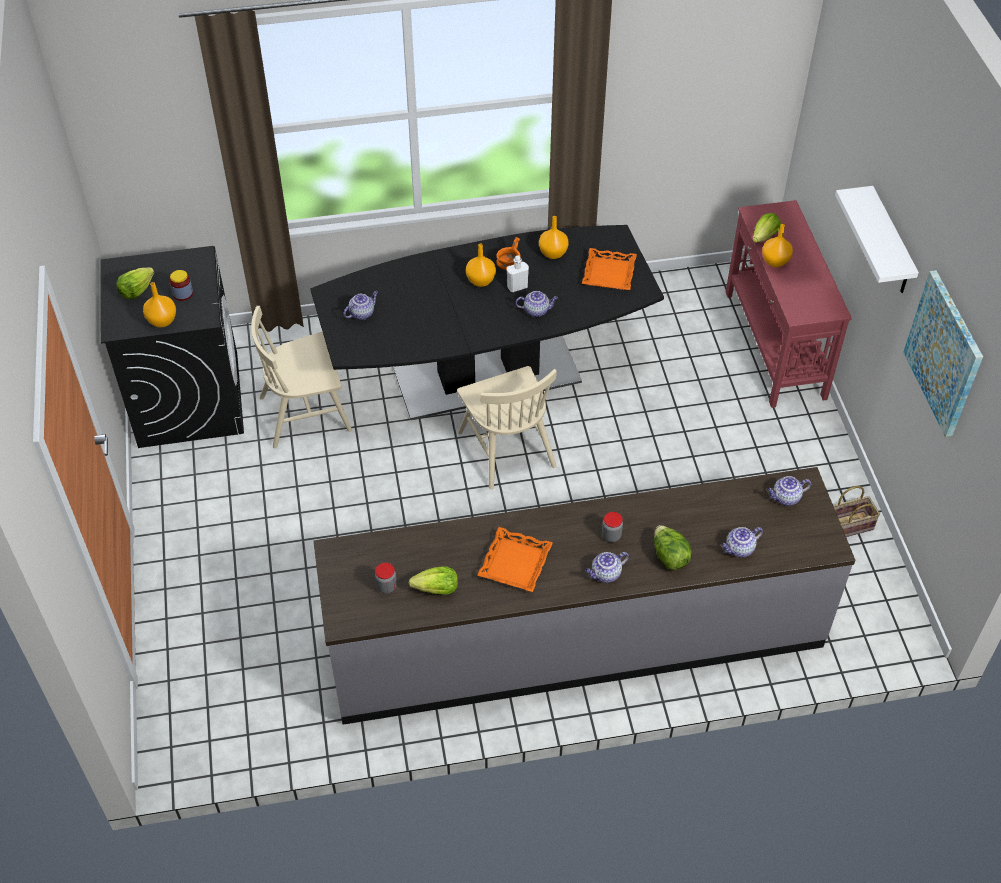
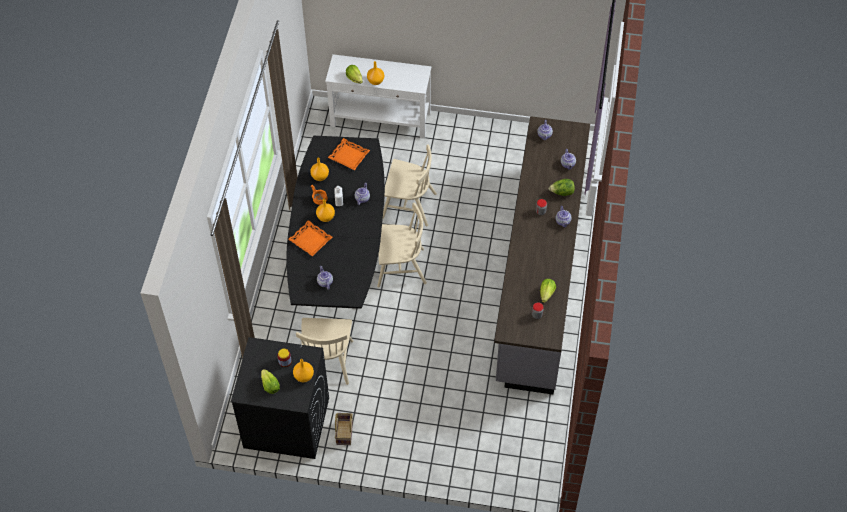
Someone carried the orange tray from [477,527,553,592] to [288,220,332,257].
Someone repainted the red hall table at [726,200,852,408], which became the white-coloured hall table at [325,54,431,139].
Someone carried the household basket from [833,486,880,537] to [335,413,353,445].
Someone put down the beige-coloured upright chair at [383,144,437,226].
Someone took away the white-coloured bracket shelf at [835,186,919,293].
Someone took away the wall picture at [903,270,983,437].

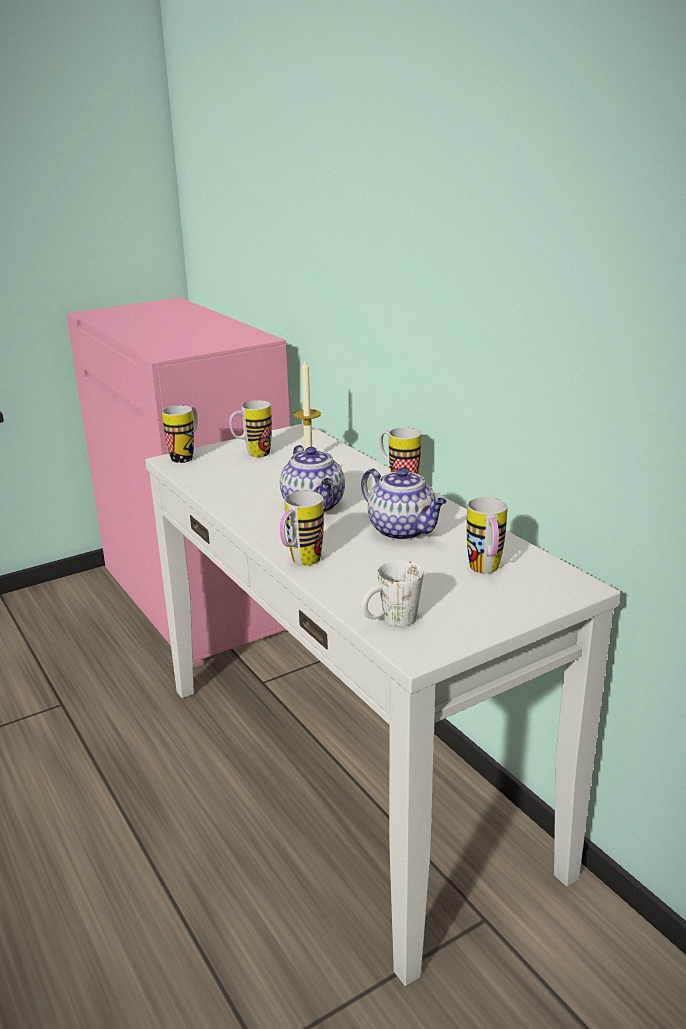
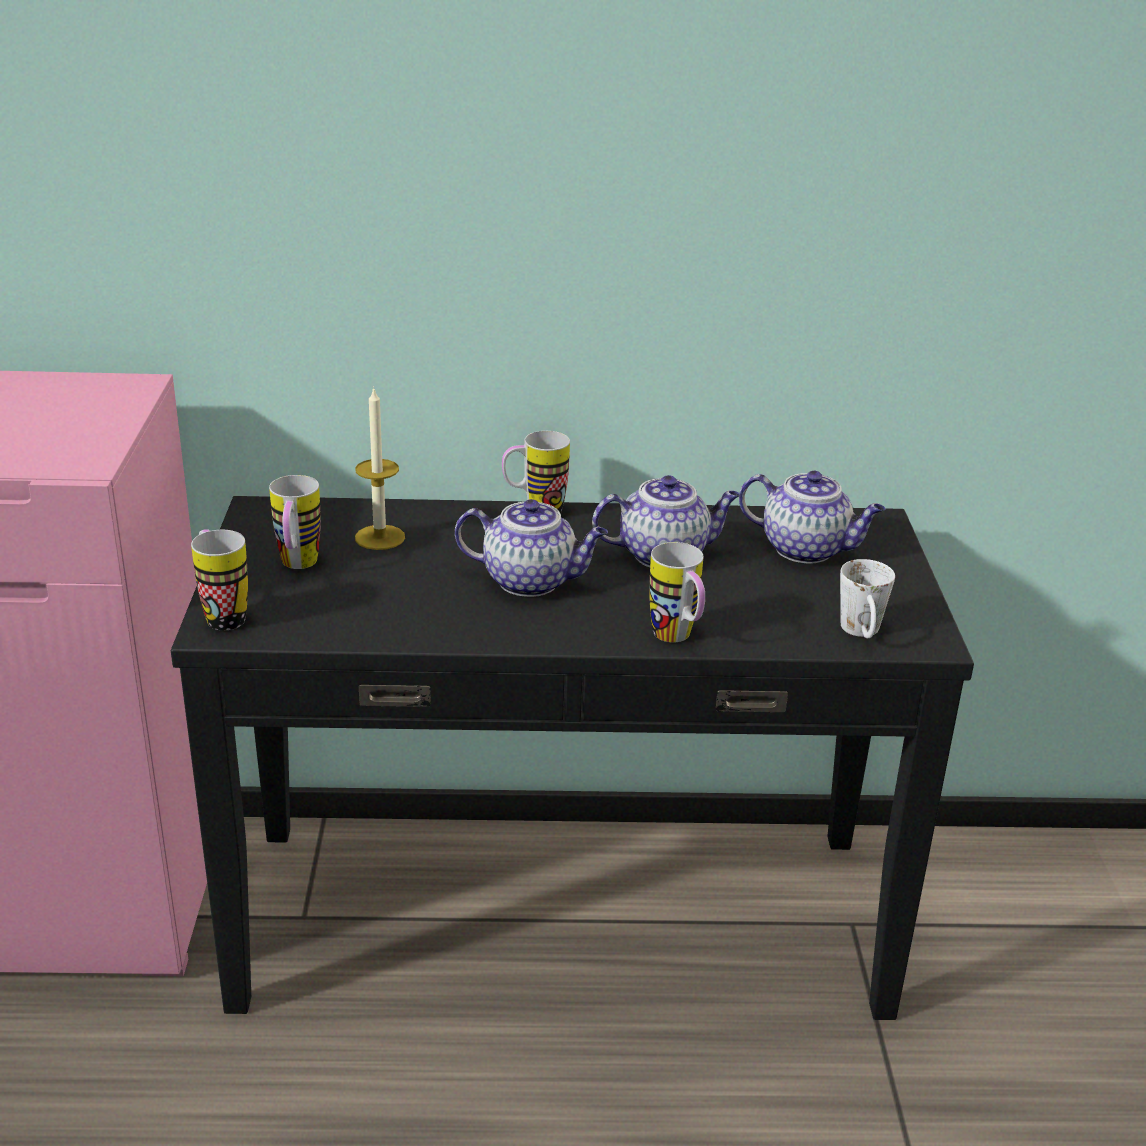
Someone repainted the white-coloured hall table at [145,424,621,986], which became the blackish hall table at [171,496,974,1020].
Someone swapped the coffee mug at [467,497,508,574] for the teapot at [739,471,885,564].

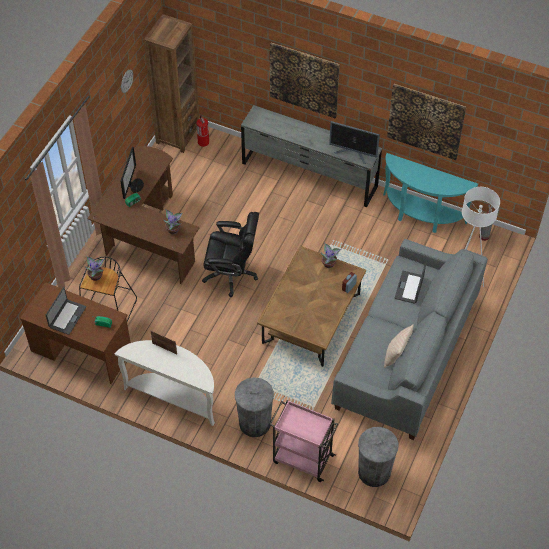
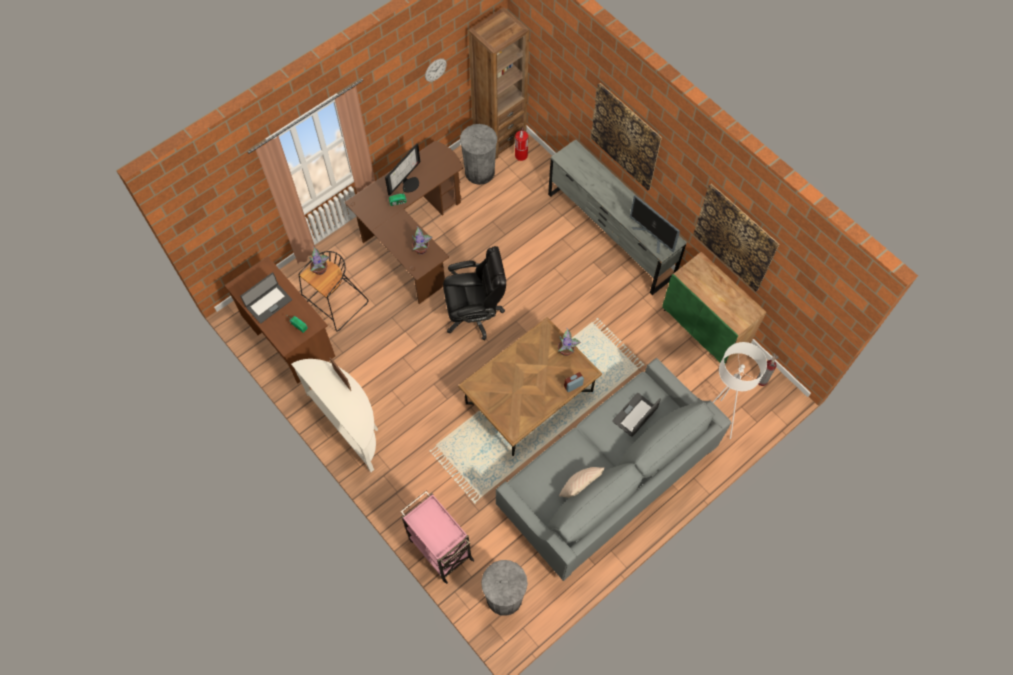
Someone rotated the blackish office chair at [202,212,259,297] by 45 degrees counterclockwise.
Someone carried the greyish trash can from [235,377,274,437] to [460,124,497,185].
Someone swapped the turquoise-coloured hall table at [383,153,478,233] for the green-coloured cabinet at [662,252,766,365].

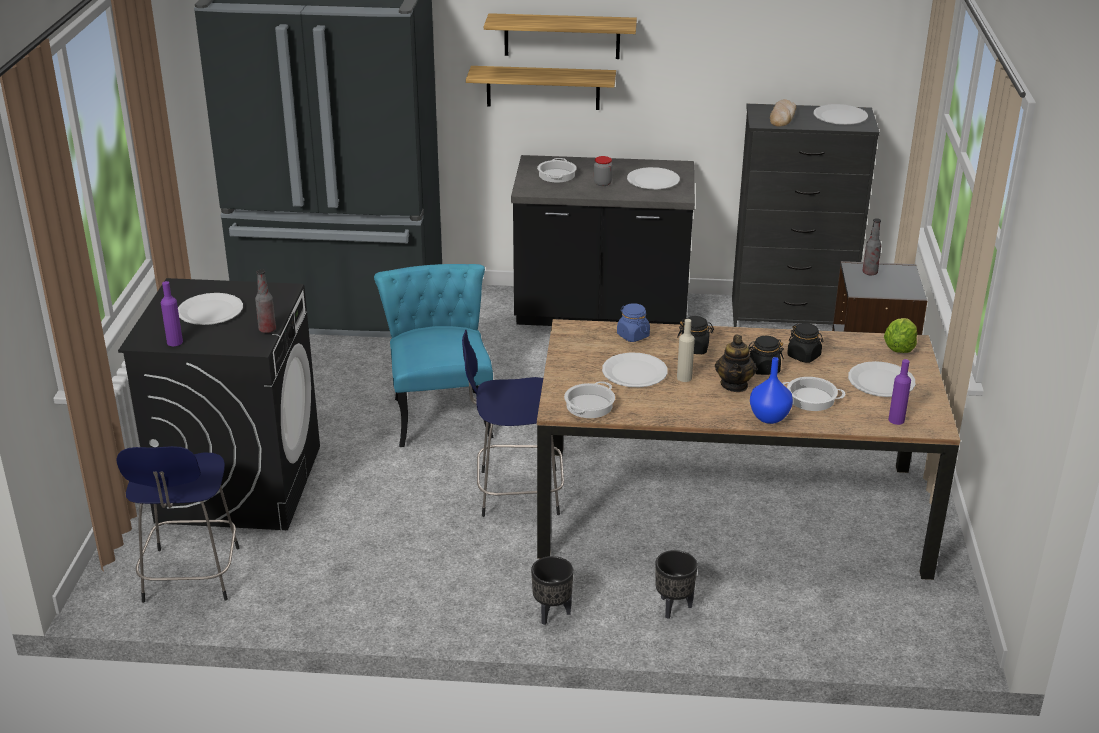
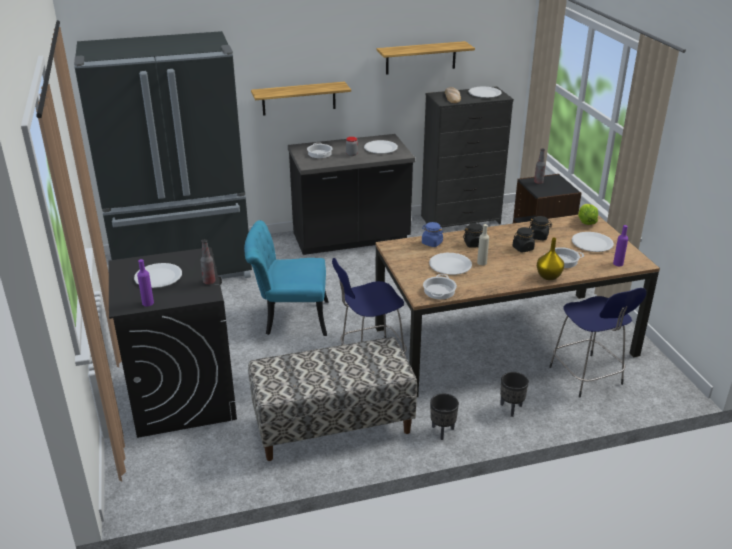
Someone rotated the turquoise-coloured upright chair at [374,264,494,447] by 60 degrees counterclockwise.
Someone put down the indoor bench at [248,337,417,461].
Someone carried the bracket shelf from [484,13,637,59] to [377,41,475,75].
Someone repainted the bluish flower vase at [750,357,793,424], which became the yellow flower vase at [537,238,564,280].
Someone carried the bluish sitting stool from [116,446,239,603] to [549,288,647,397].
Someone took away the teapot at [715,335,757,392].

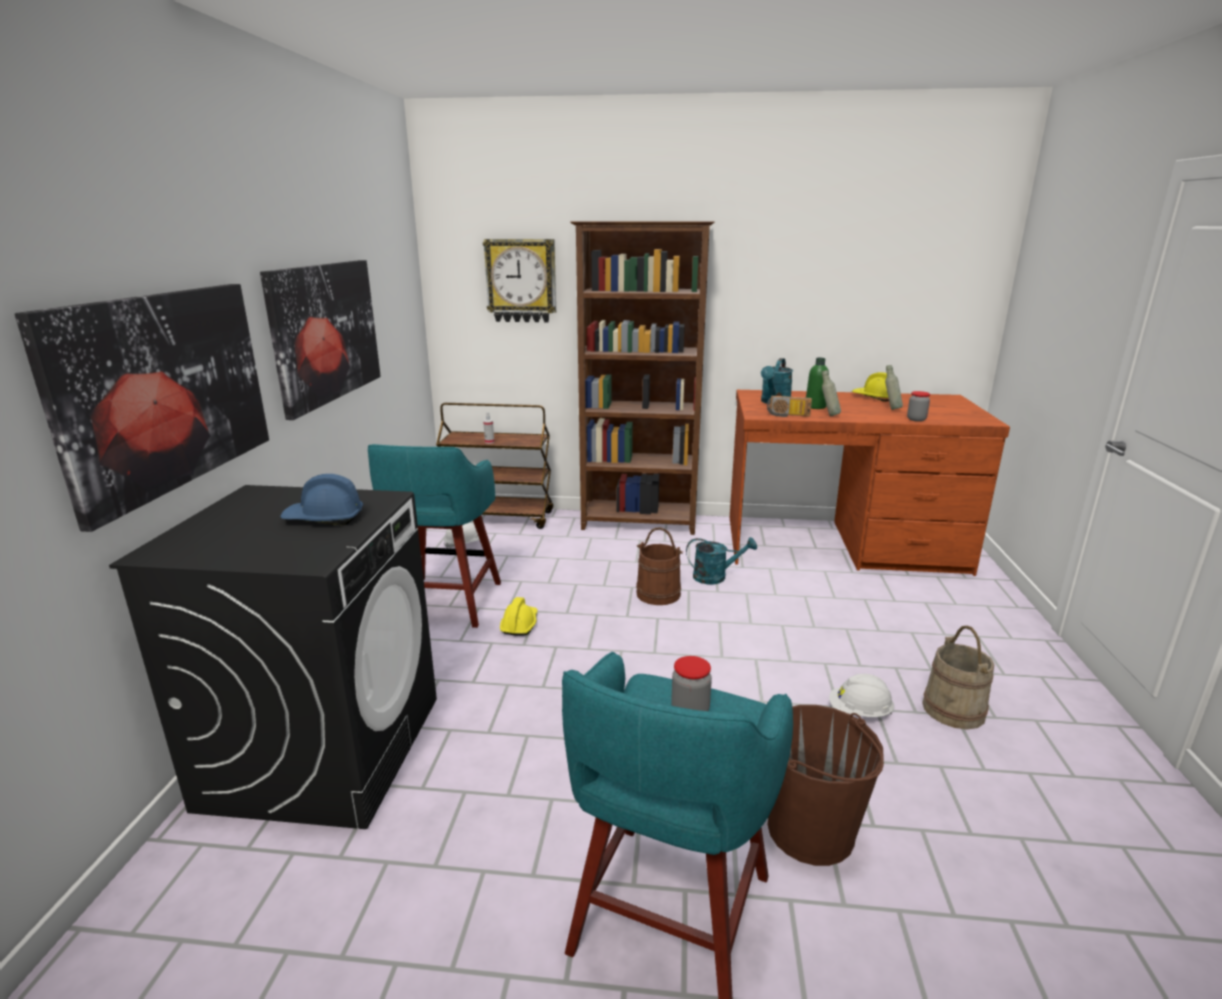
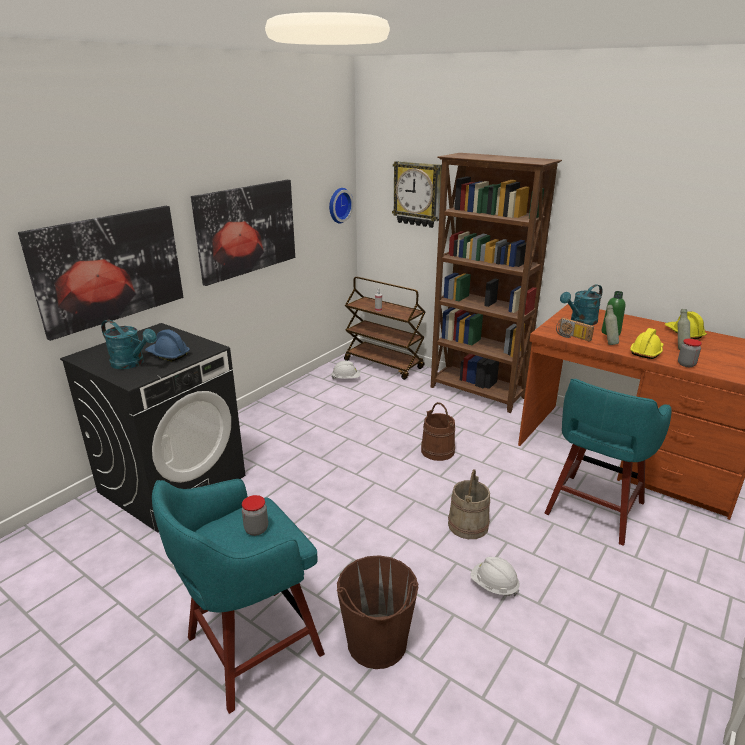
Someone carried the turquoise-coloured watering can from [686,537,757,584] to [101,320,157,369].
Someone put up the wall clock at [329,188,353,224].
Someone carried the beige-coloured pail from [922,626,995,730] to [448,469,490,539].
Someone carried the turquoise-coloured sitting stool from [368,444,501,628] to [545,379,672,546].
Someone carried the yellow work helmet from [500,597,537,636] to [630,328,664,359].

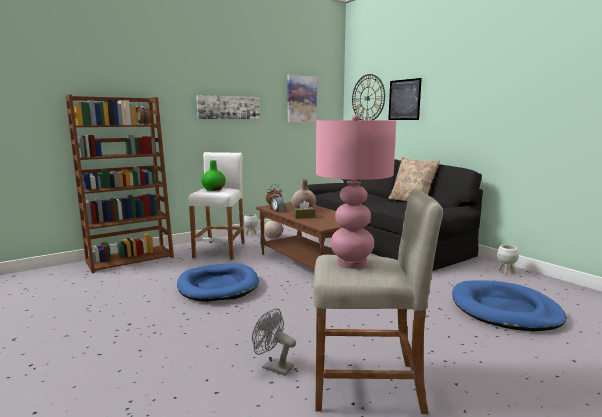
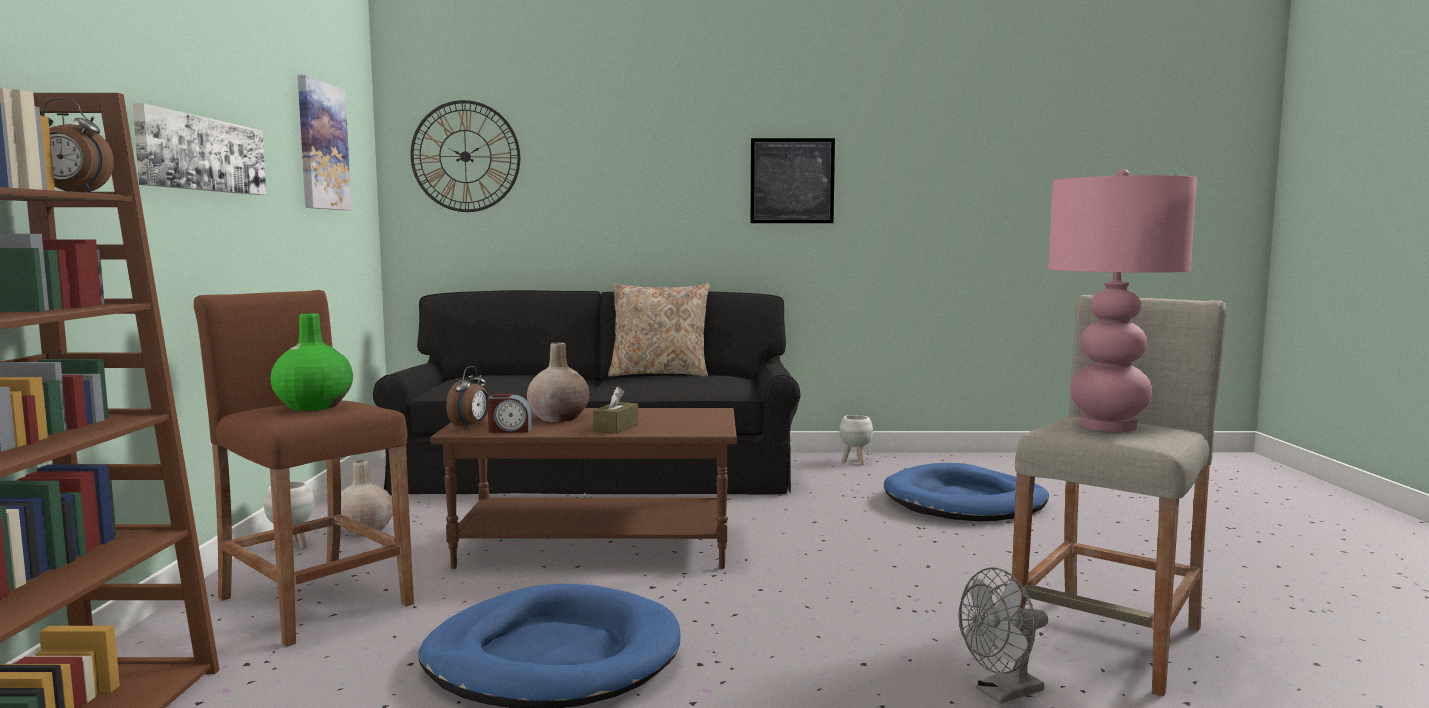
Someone repainted the white-coloured sitting stool at [188,152,245,260], which became the brownish sitting stool at [194,290,414,647].
Someone carried the wall picture from [388,78,422,120] to [750,138,835,223].

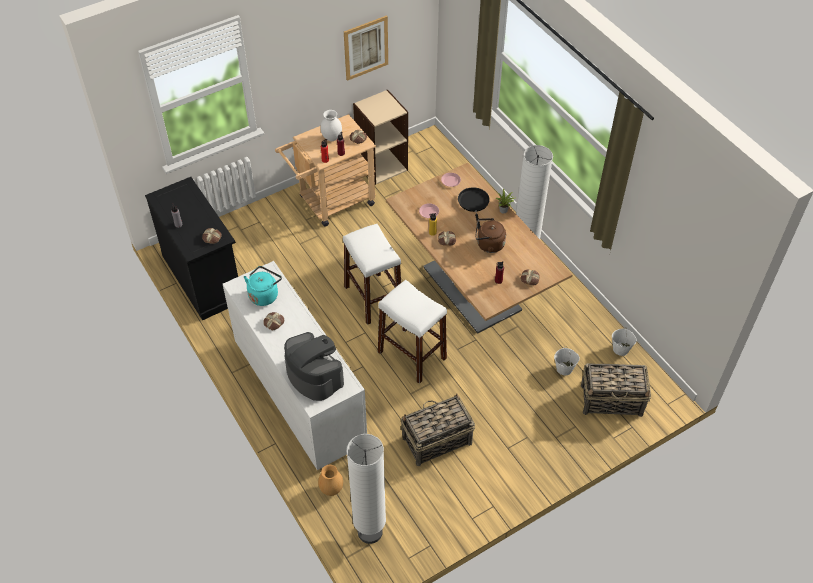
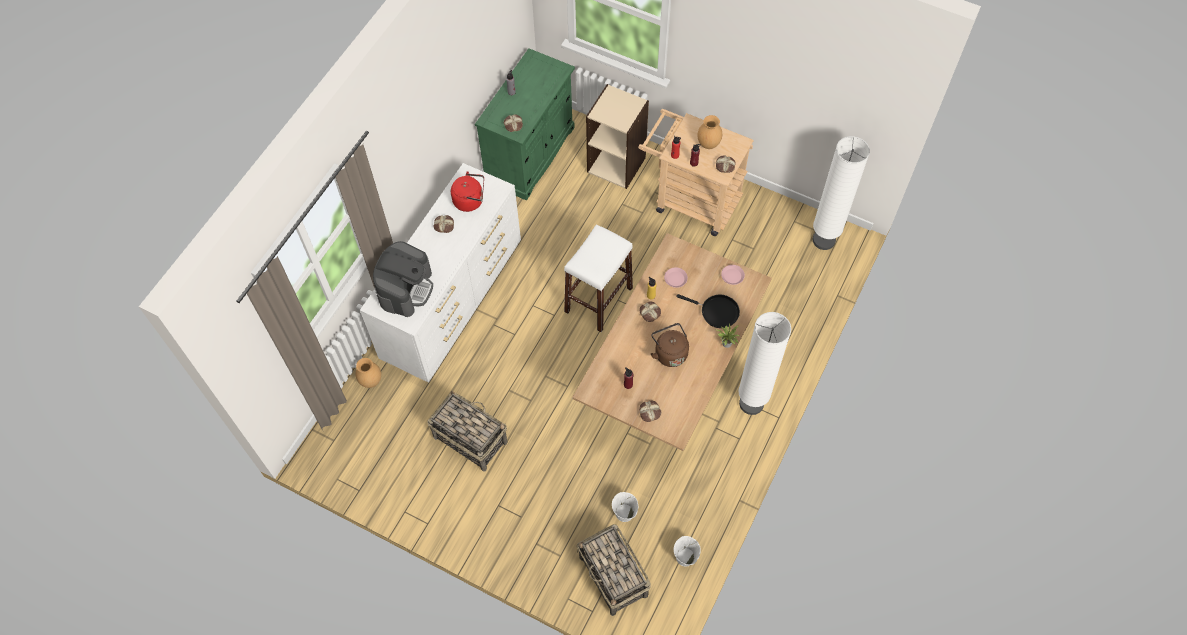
Someone repainted the turquoise-coloured water kettle at [244,266,282,306], which became the red water kettle at [451,171,484,212].
Someone repainted the blackish cabinet at [145,177,238,320], which became the green-coloured cabinet at [475,48,575,200].
Someone carried the beige-coloured shelving unit from [353,90,408,185] to [586,84,649,189].
Someone rotated the blackish pan at [458,187,490,229] by 60 degrees clockwise.
Someone repainted the white-coloured flower vase at [321,110,342,141], which became the brownish flower vase at [697,115,722,149].
Someone carried the white-coloured standing lamp from [347,434,386,544] to [813,136,870,250].
Someone took away the wall picture at [344,15,388,81].
Someone took away the white-coloured sitting stool at [378,280,447,384].

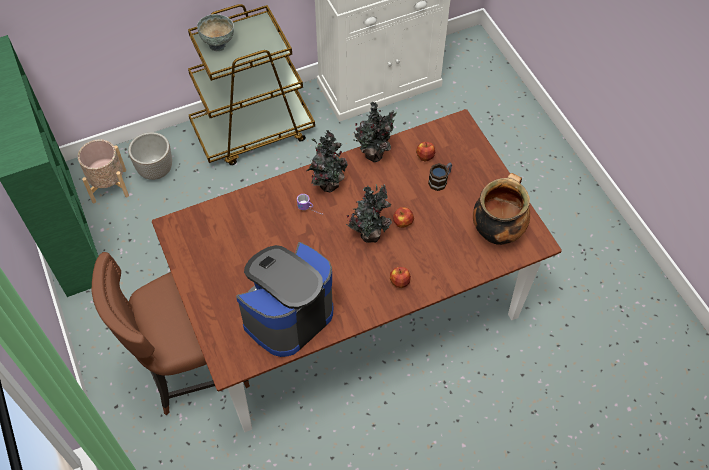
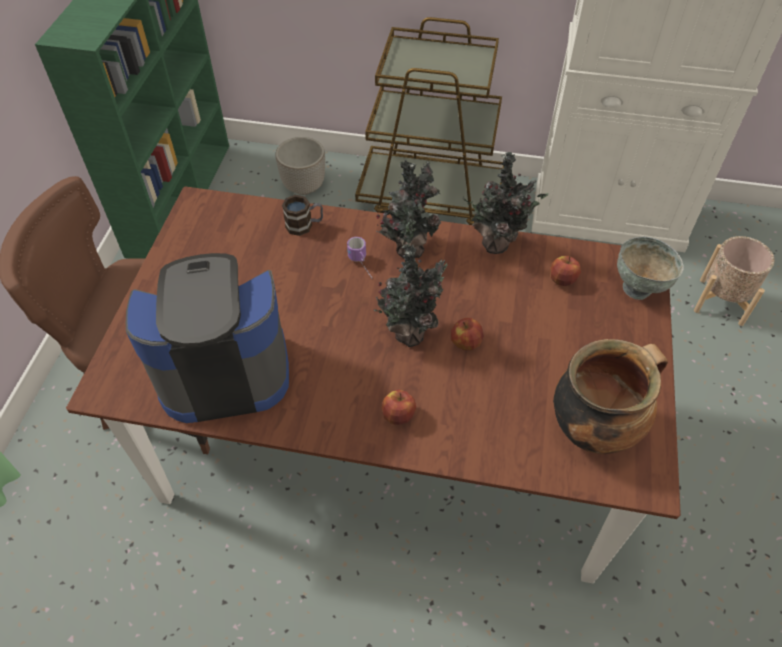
Someone carried the coffee mug from [428,163,452,191] to [282,195,323,236].
Someone carried the greyish serving bowl from [197,14,234,51] to [617,237,684,300].
Someone carried the beige-coloured plant pot from [78,139,129,203] to [694,236,775,326].

